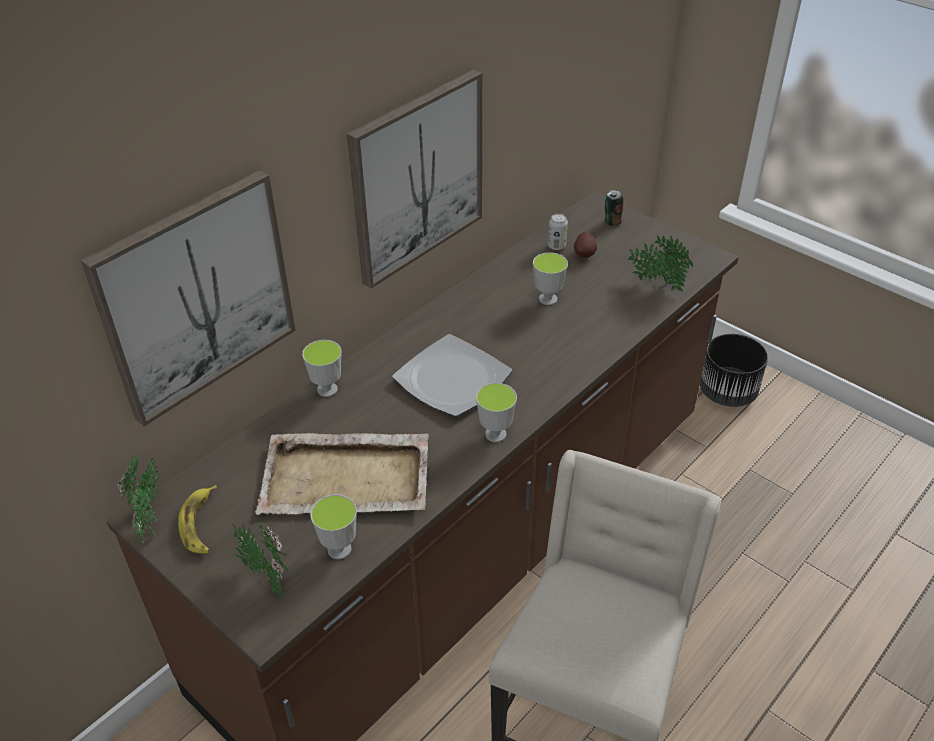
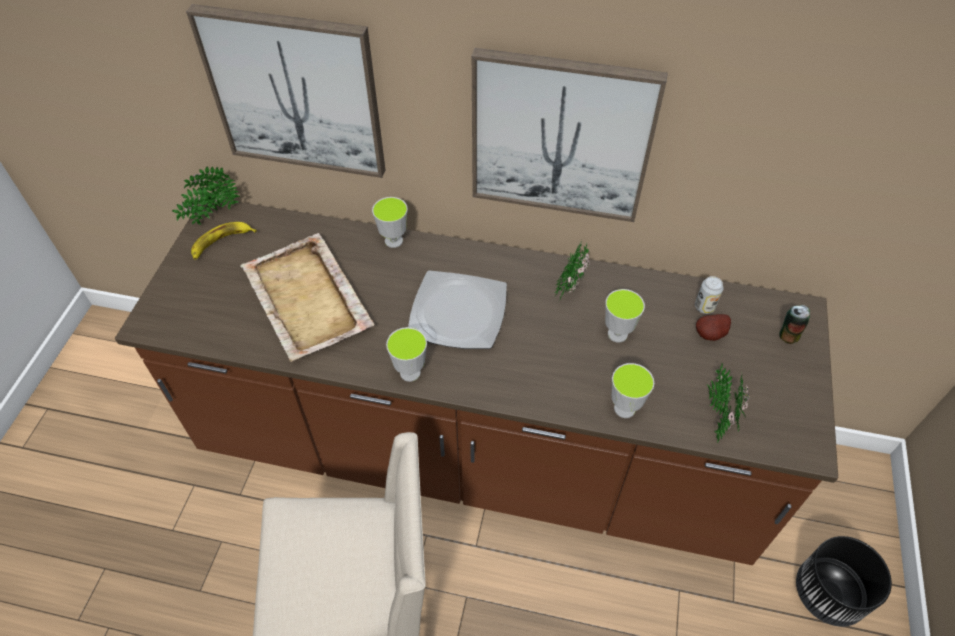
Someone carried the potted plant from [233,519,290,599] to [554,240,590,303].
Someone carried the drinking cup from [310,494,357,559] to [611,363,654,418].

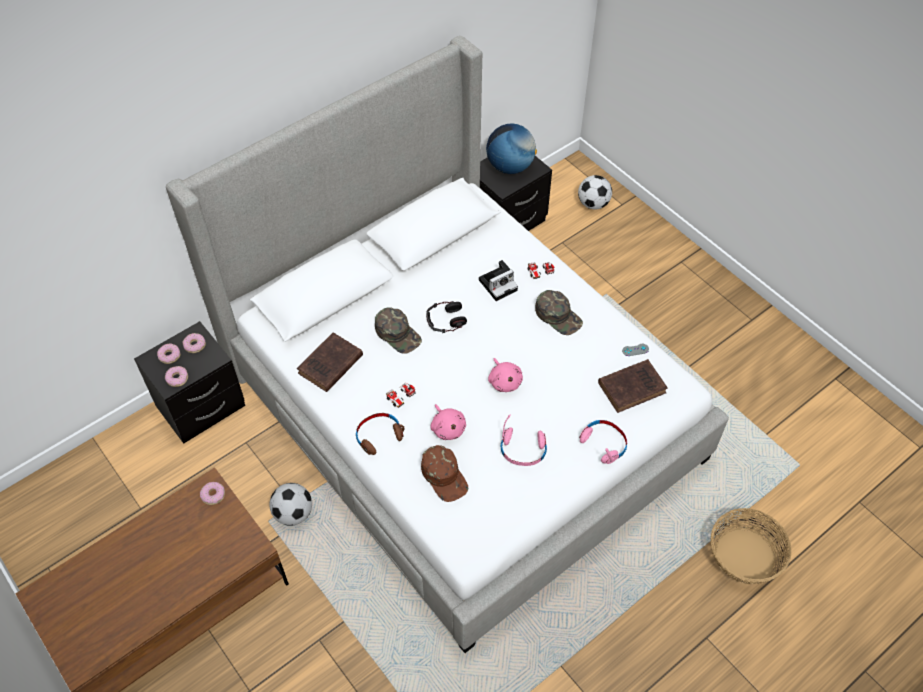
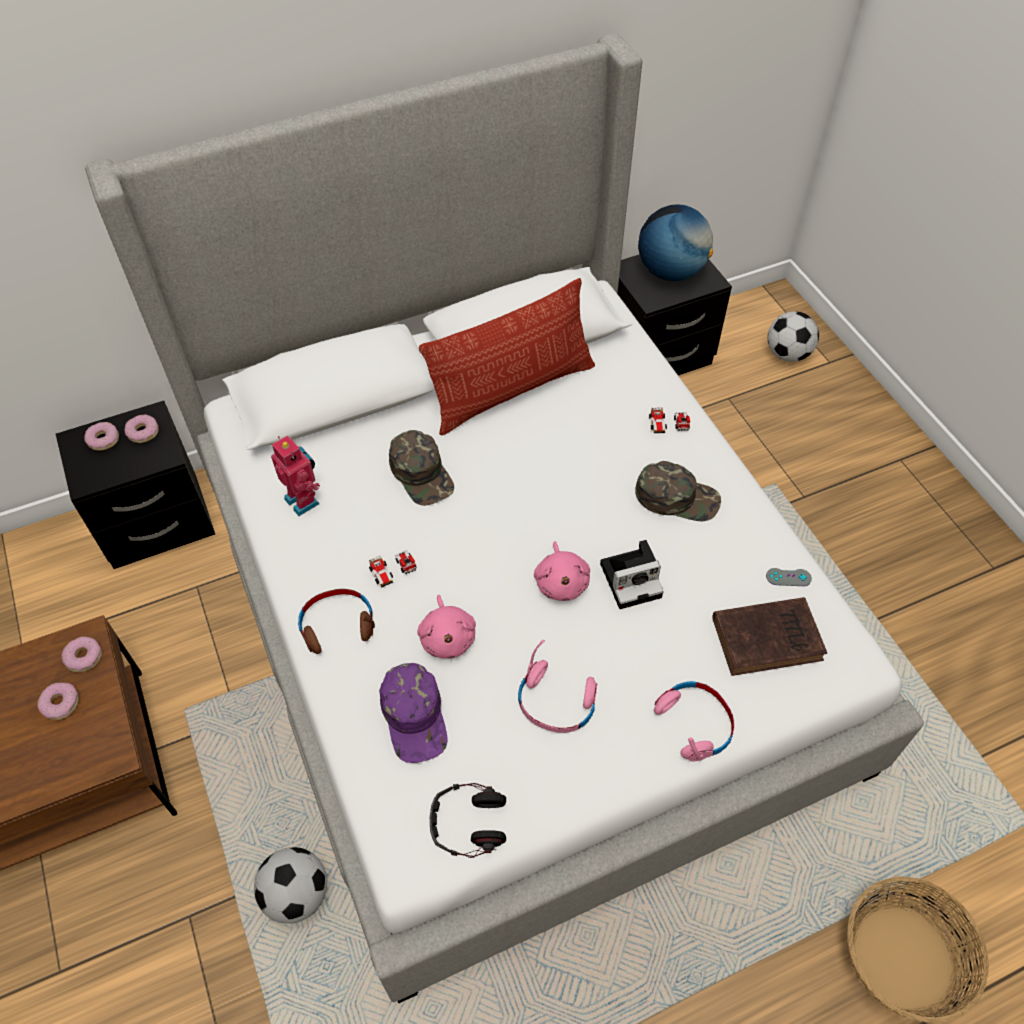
Someone carried the ring doughnut from [165,366,188,387] to [37,682,79,720].
Someone carried the football ball from [269,483,312,526] to [254,847,327,924].
Someone swapped the brownish book at [297,332,363,392] for the model robot at [271,435,320,516].
Someone repainted the brownish cap at [421,445,468,502], which became the purple cap at [379,663,448,763].
Someone put down the throw pillow at [419,278,595,436].
Someone carried the headphones from [426,301,467,333] to [430,783,506,858].
Someone carried the still camera from [479,260,518,301] to [600,540,664,609].
Someone rotated the green-coloured cap at [535,290,583,335] by 45 degrees counterclockwise.

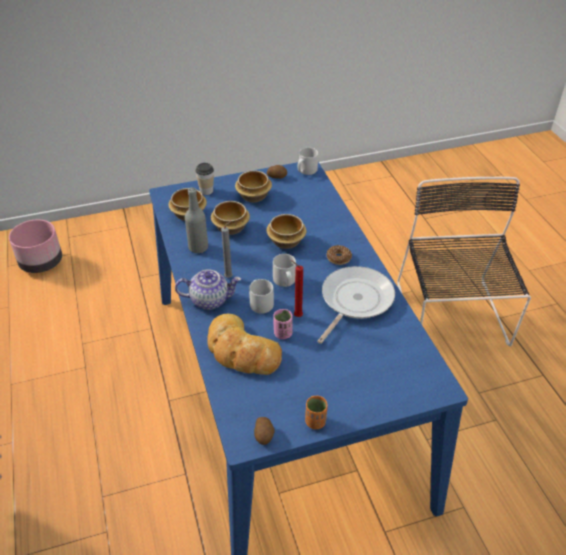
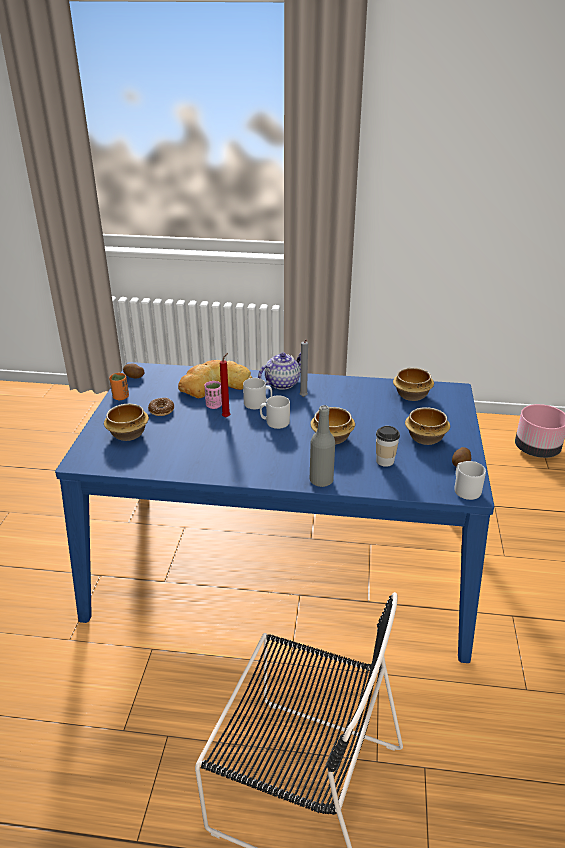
Someone carried the serving bowl from [211,201,250,235] to [104,404,149,441].
Someone carried the ring doughnut from [326,245,352,265] to [148,398,174,416].
Someone rotated the teapot at [175,269,241,310] by 150 degrees counterclockwise.
Someone carried the greyish drink bottle from [185,187,208,253] to [310,405,335,487].
Someone carried the drinking cup from [195,163,214,195] to [376,426,400,467].
Someone took away the pan at [317,266,395,344].

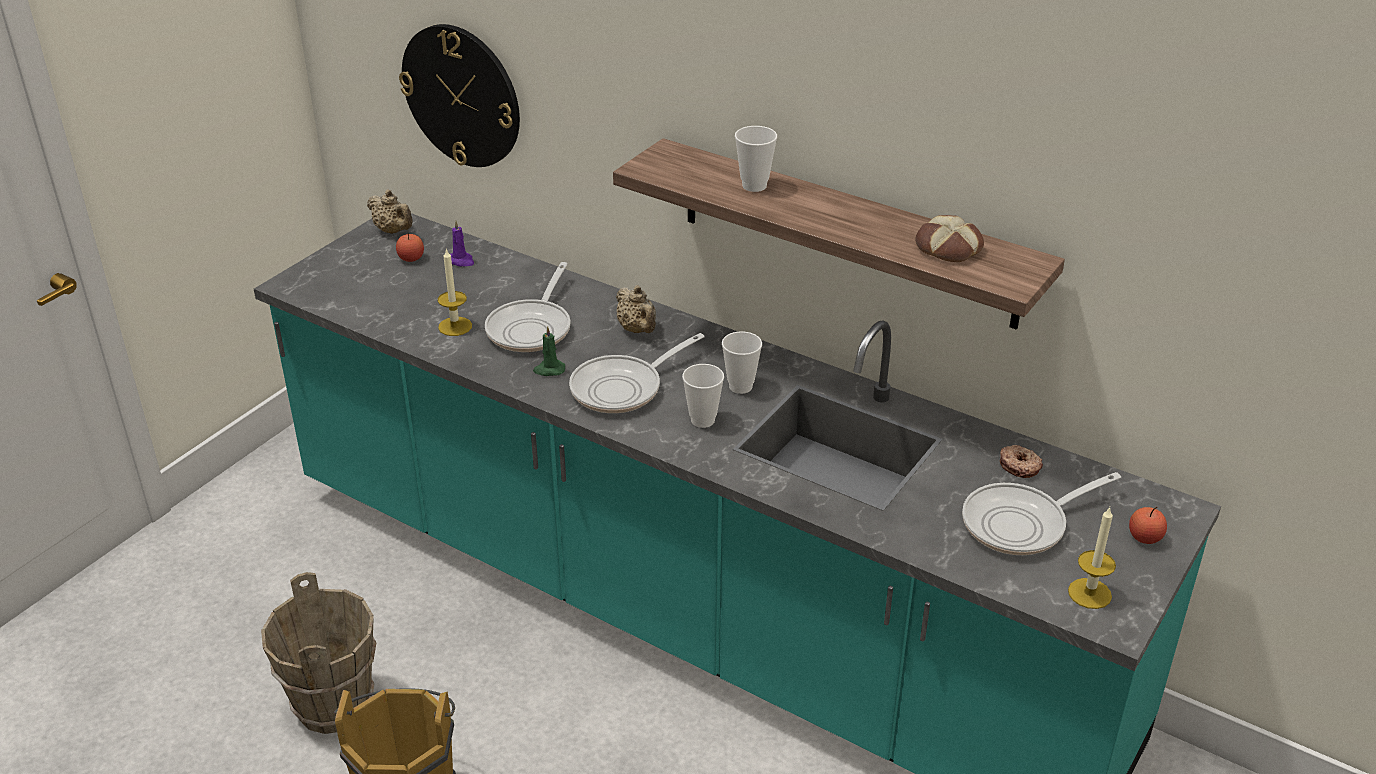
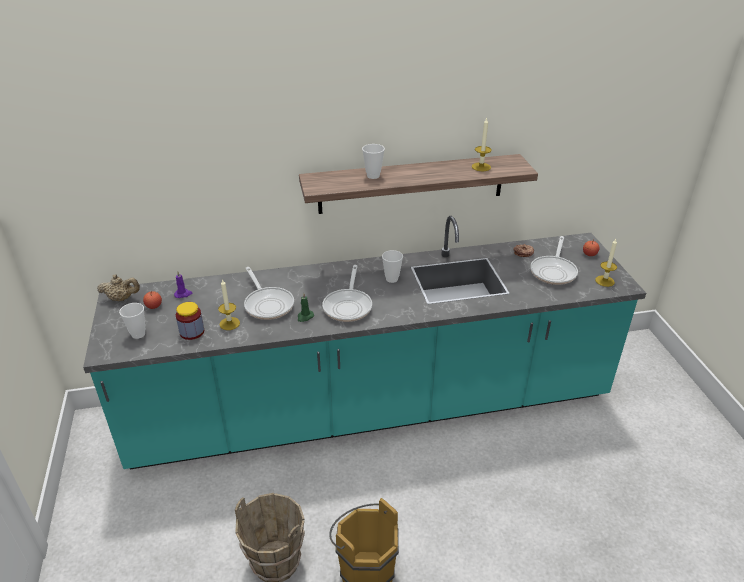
Someone carried the drinking cup from [682,364,724,428] to [119,303,145,339].
Someone put down the jar at [176,302,204,340].
Someone swapped the bread at [915,215,984,262] for the candle at [472,118,492,171].
Someone took away the wall clock at [399,24,520,167].
Someone took away the beige-coloured teapot at [616,285,656,333].

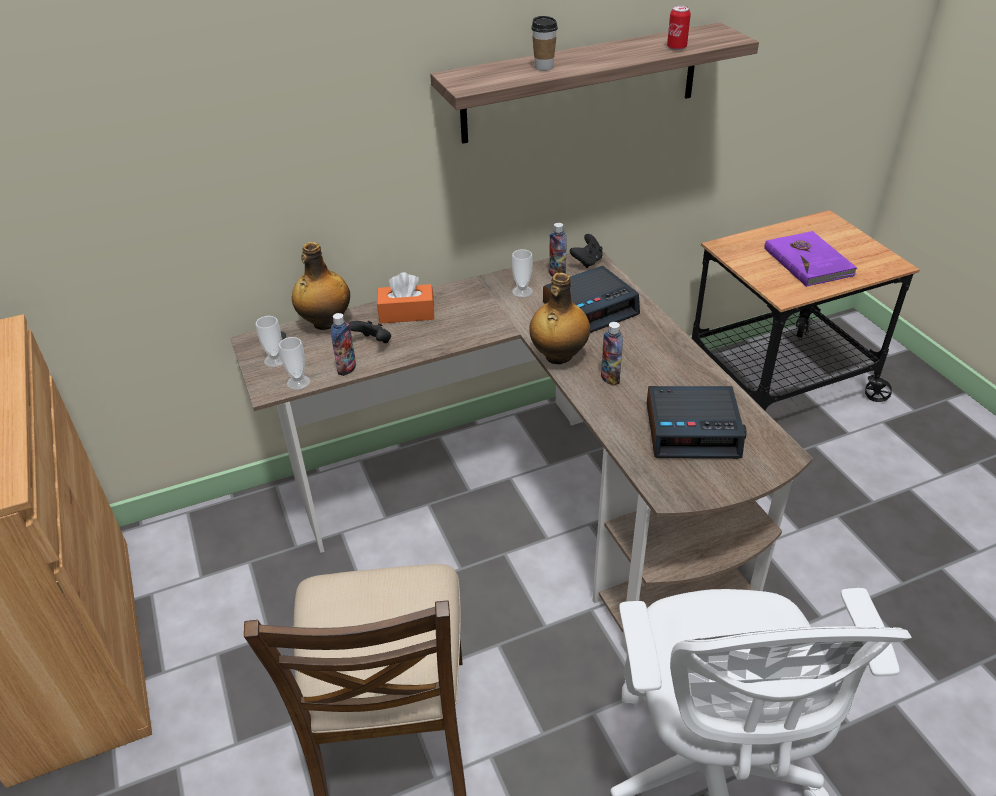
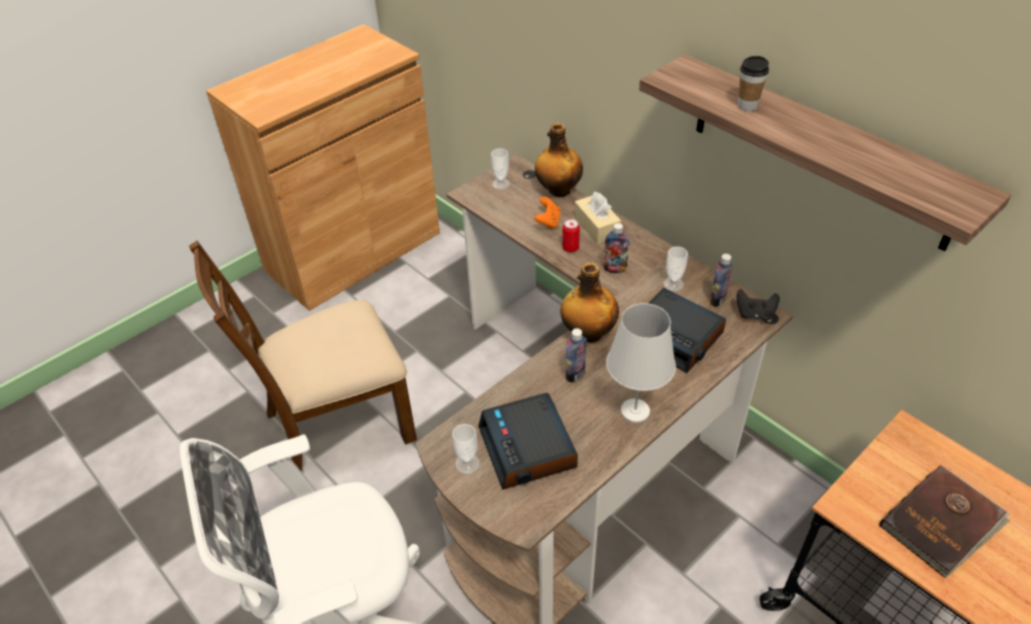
Someone carried the drinking cup from [279,337,310,390] to [452,424,480,474].
Someone repainted the blackish game controller at [349,321,391,343], which became the orange game controller at [534,196,561,230].
Someone carried the metal can from [667,6,691,50] to [562,219,580,253].
Someone repainted the orange tissue holder at [377,272,434,324], which became the beige-coloured tissue holder at [574,191,621,244].
Someone carried the drink bottle from [331,313,356,376] to [603,223,629,273].
Someone put down the white-coloured tabletop lamp at [606,303,676,423].
Someone repainted the purple book at [764,231,857,287], which became the brownish book at [879,465,1010,578].

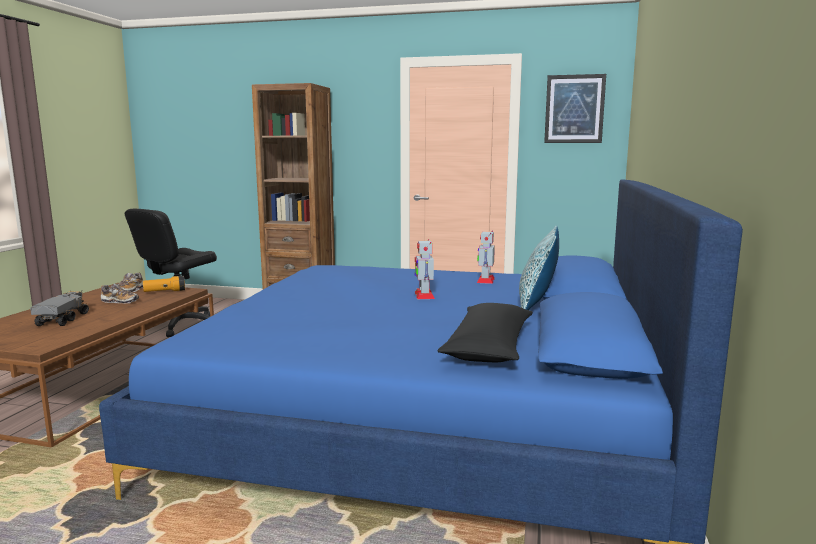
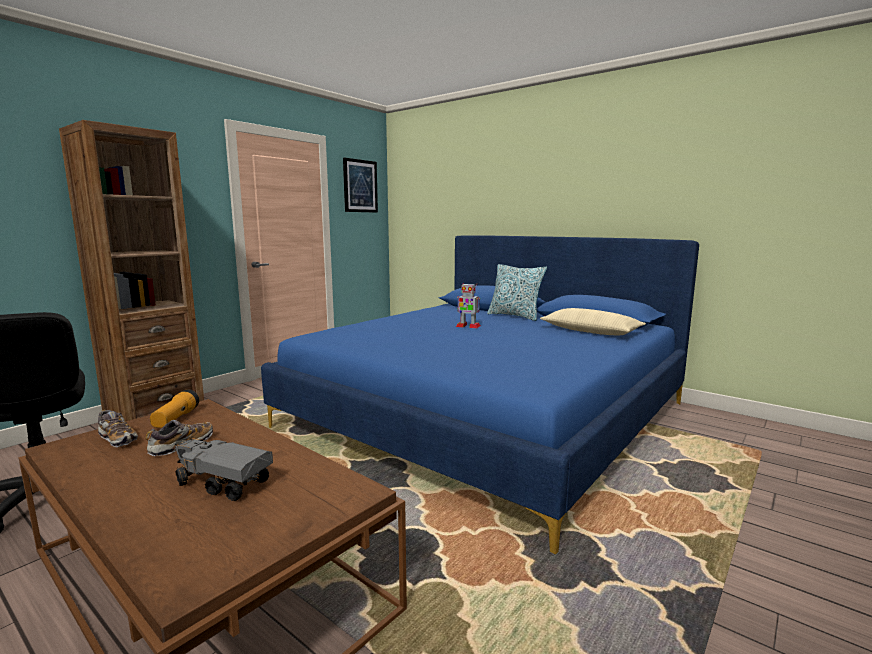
Someone repainted the blackish throw pillow at [437,303,533,362], which became the beige-coloured throw pillow at [540,308,646,335].
Someone took away the model robot at [477,231,495,284].

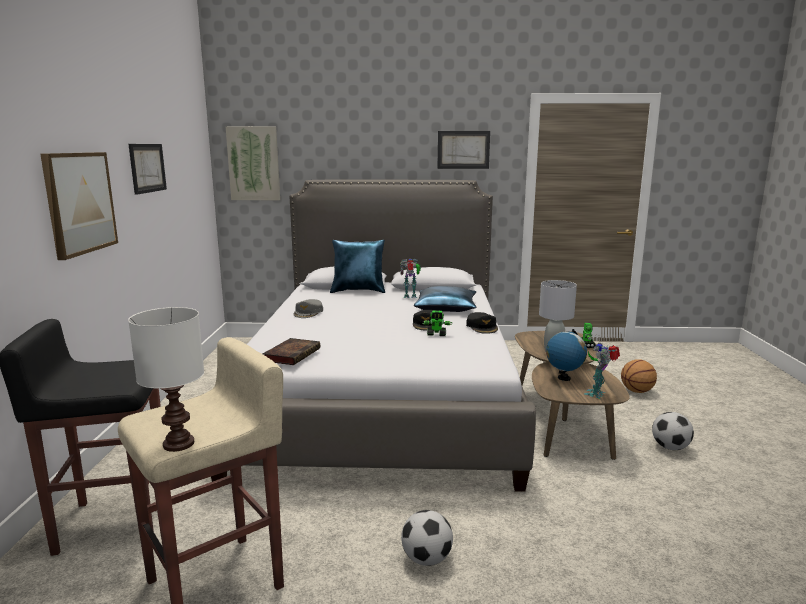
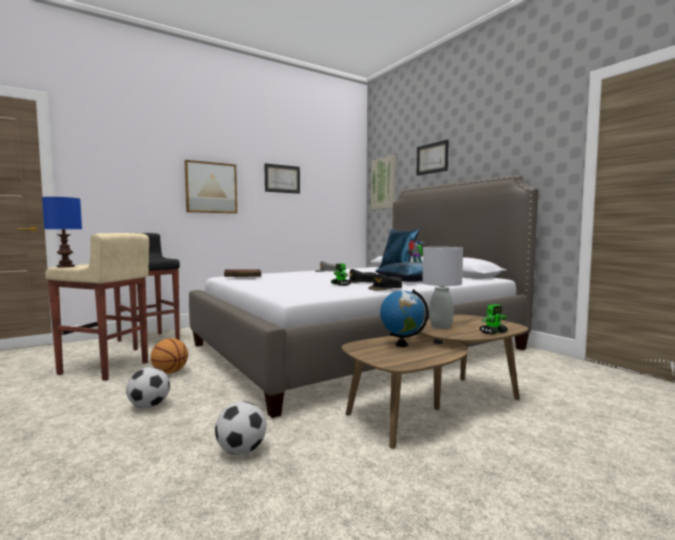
Someone repainted the white-coloured tabletop lamp at [128,307,204,452], which became the bluish tabletop lamp at [42,197,82,267].
Someone carried the basketball from [621,359,657,393] to [151,338,188,374].
Someone carried the football ball from [652,412,694,450] to [215,401,266,455].
Someone carried the wall picture from [437,131,490,169] to [417,140,449,176].
Someone took away the model robot at [584,342,620,399].

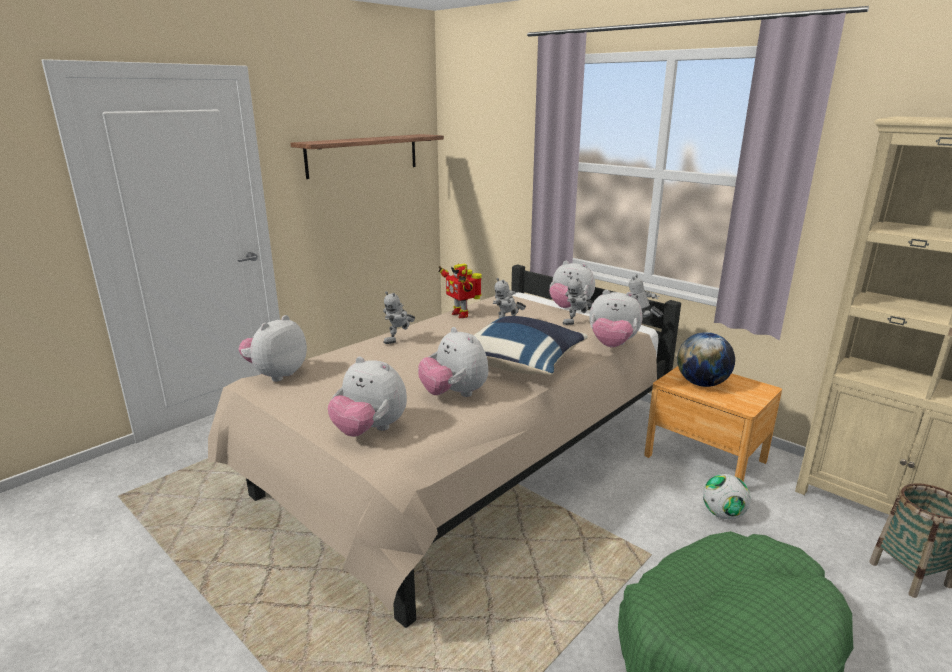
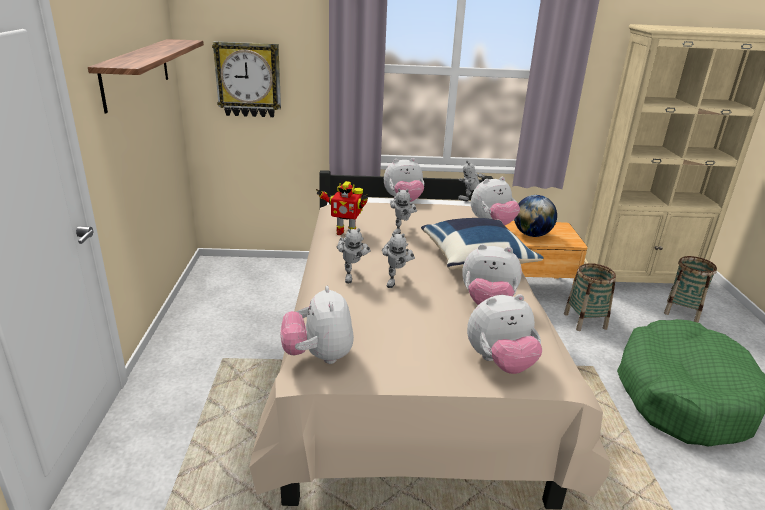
Someone put up the wall clock at [212,41,281,117].
Someone carried the model robot from [563,276,593,325] to [382,233,415,288].
Someone swapped the football ball at [703,474,751,520] for the household basket at [564,263,616,331].

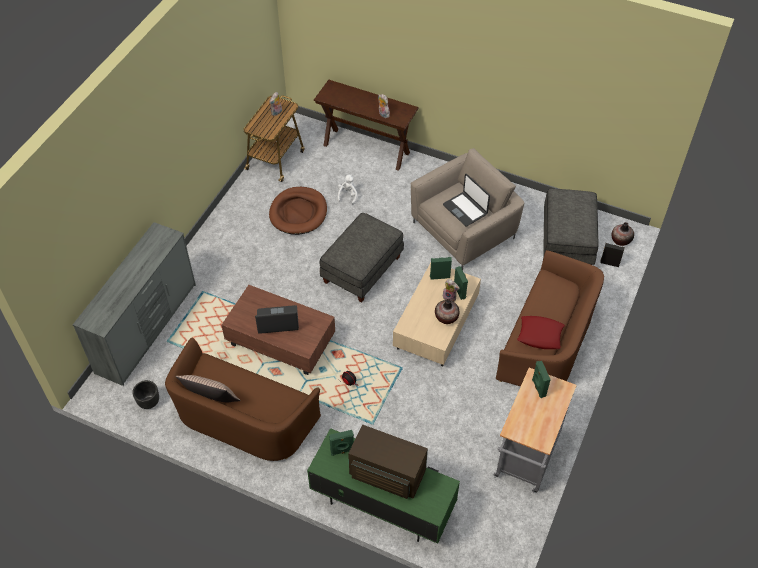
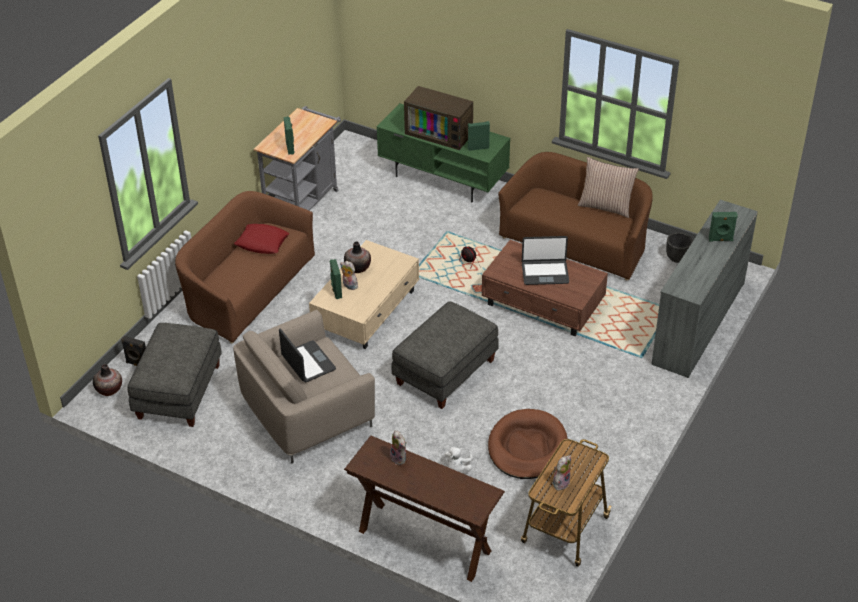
Someone carried the green-coloured speaker from [430,257,452,280] to [709,212,738,242].

